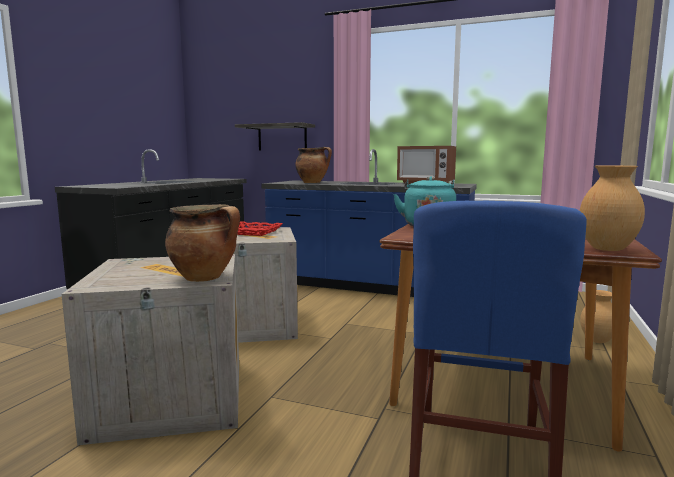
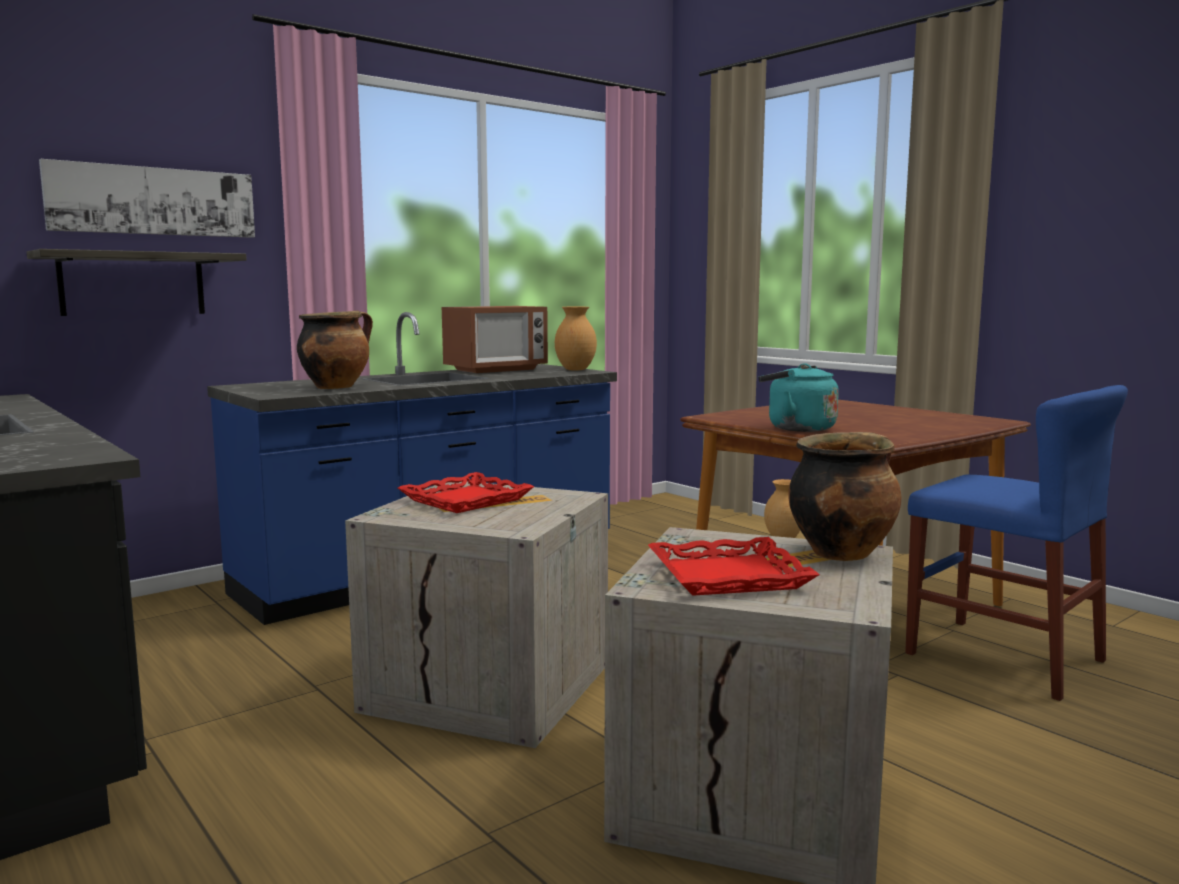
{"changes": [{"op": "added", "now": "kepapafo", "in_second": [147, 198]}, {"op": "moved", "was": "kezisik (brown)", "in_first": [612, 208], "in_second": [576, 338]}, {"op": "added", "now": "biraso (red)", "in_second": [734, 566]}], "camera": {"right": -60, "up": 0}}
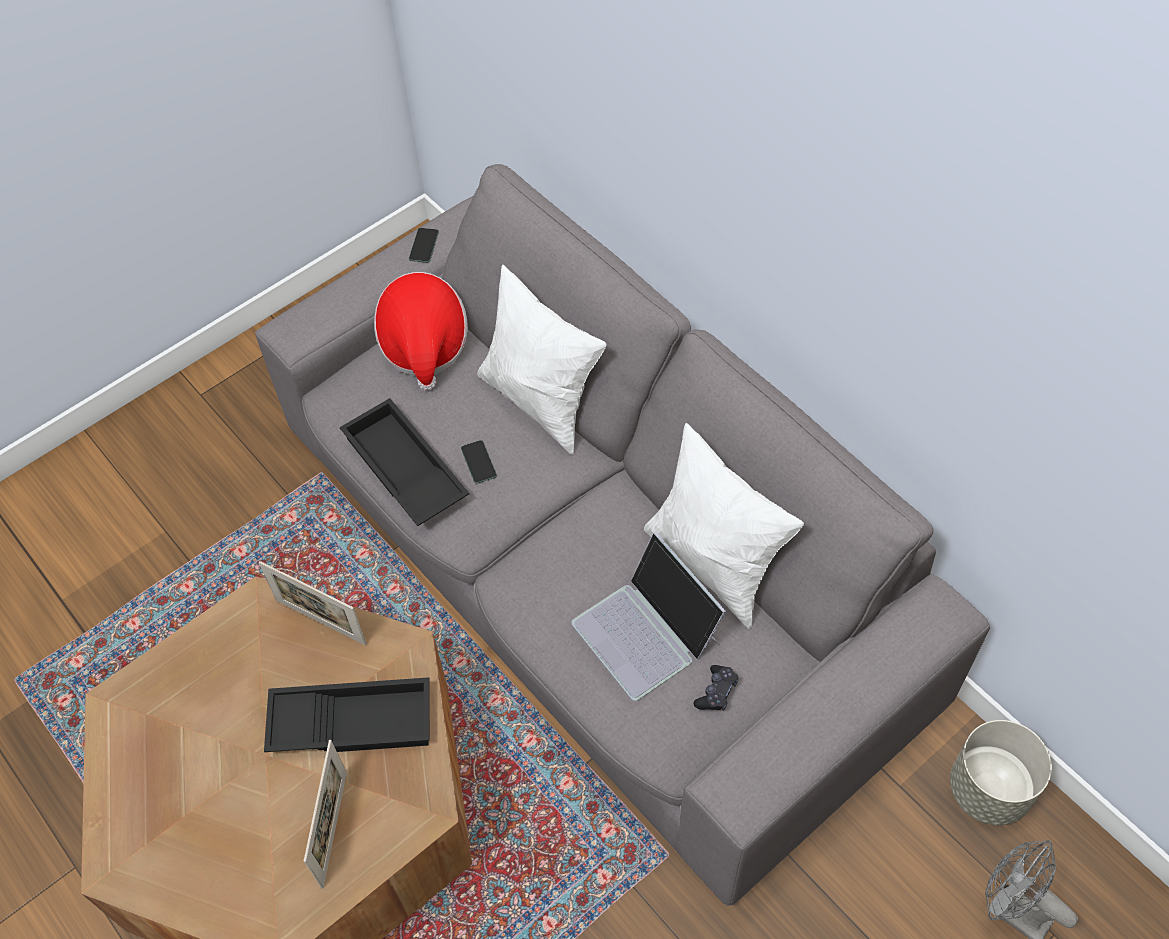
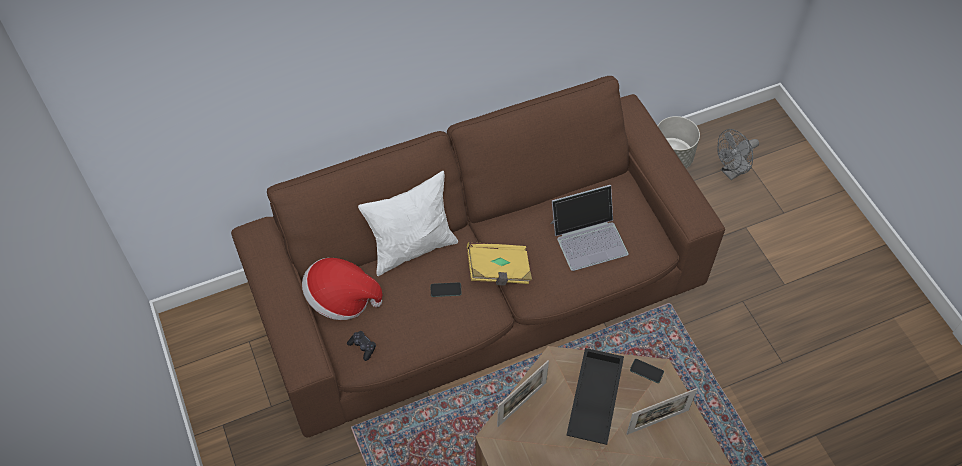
{"changes": [{"op": "recoloured", "was": "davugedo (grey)", "now": "davugedo (brown)", "in_first": [622, 535], "in_second": [478, 256]}, {"op": "moved", "was": "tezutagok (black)", "in_first": [716, 688], "in_second": [361, 346]}, {"op": "added", "now": "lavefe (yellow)", "in_second": [499, 264]}, {"op": "turned", "was": "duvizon", "in_first": [325, 814], "in_second": [661, 411], "clockwise": 135}, {"op": "moved", "was": "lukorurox", "in_first": [424, 245], "in_second": [647, 371]}, {"op": "removed", "was": "biraso (black)", "in_first": [404, 462]}, {"op": "removed", "was": "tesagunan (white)", "in_first": [724, 526]}], "camera": {"right": -75, "up": 0}}
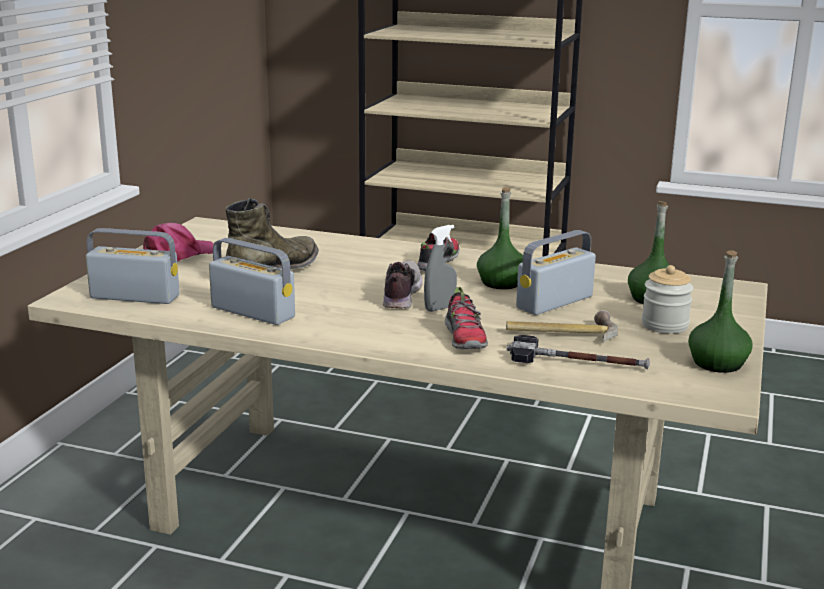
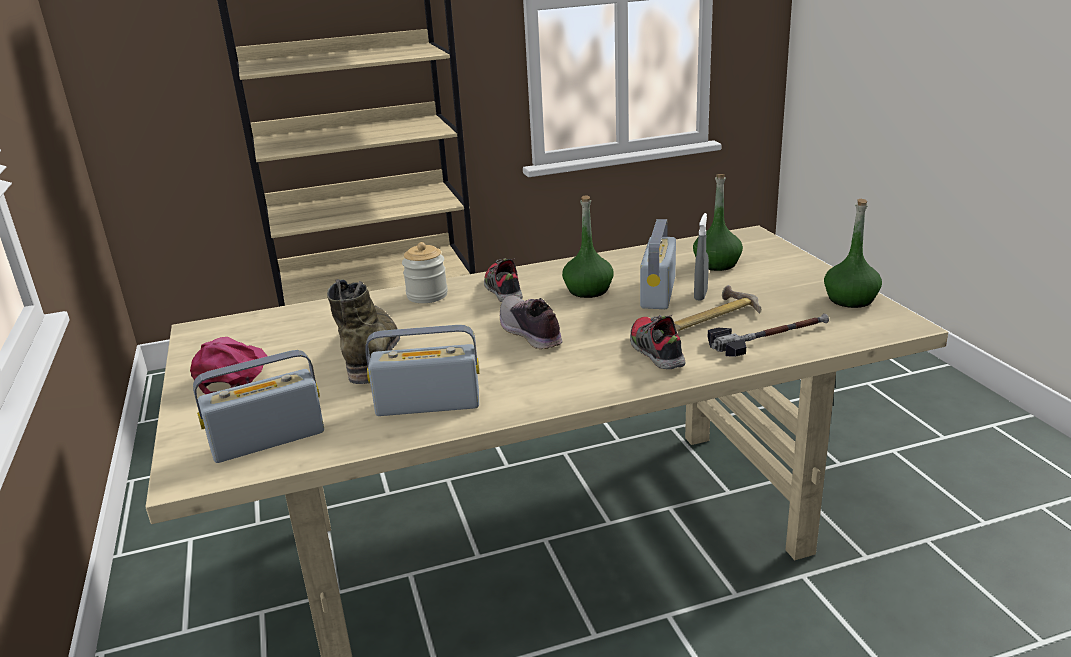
{"changes": [{"op": "moved", "was": "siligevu", "in_first": [667, 299], "in_second": [425, 272]}, {"op": "turned", "was": "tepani", "in_first": [466, 318], "in_second": [658, 342], "clockwise": -150}, {"op": "moved", "was": "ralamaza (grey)", "in_first": [440, 268], "in_second": [701, 257]}], "camera": {"right": -35, "up": 5}}
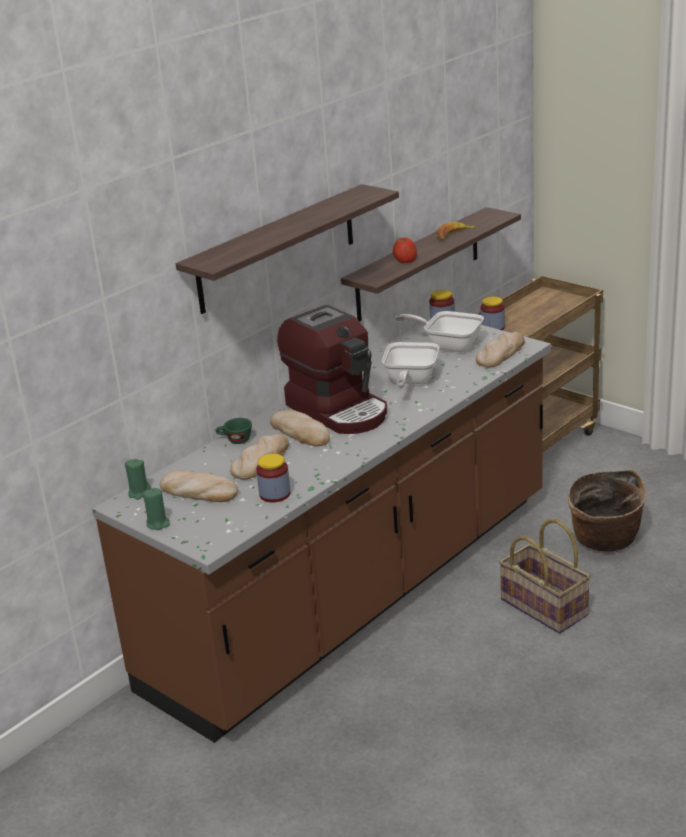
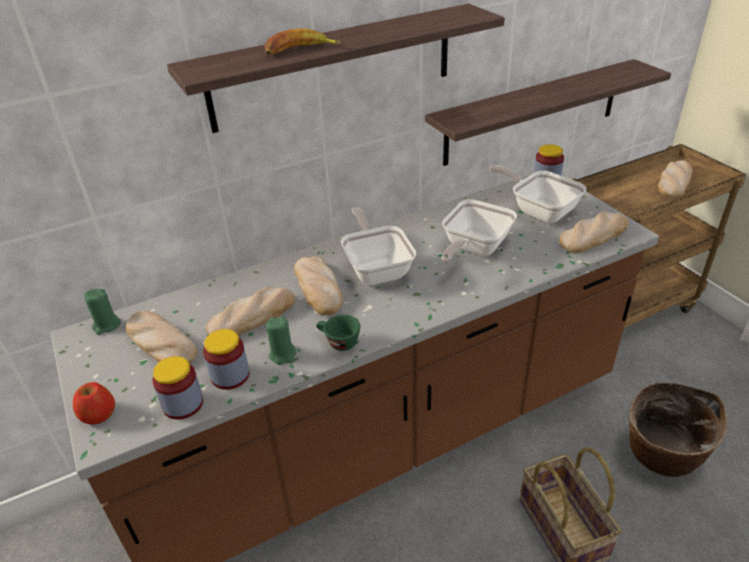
{"changes": [{"op": "moved", "was": "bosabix", "in_first": [405, 250], "in_second": [94, 403]}, {"op": "moved", "was": "siligevu", "in_first": [493, 313], "in_second": [177, 387]}, {"op": "moved", "was": "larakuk", "in_first": [457, 231], "in_second": [302, 41]}, {"op": "moved", "was": "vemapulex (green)", "in_first": [156, 509], "in_second": [281, 340]}, {"op": "moved", "was": "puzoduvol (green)", "in_first": [233, 431], "in_second": [338, 333]}, {"op": "replaced", "was": "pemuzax", "now": "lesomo", "in_first": [332, 369], "in_second": [379, 246]}, {"op": "added", "now": "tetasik", "in_second": [675, 179]}], "camera": {"right": 20, "up": 10}}
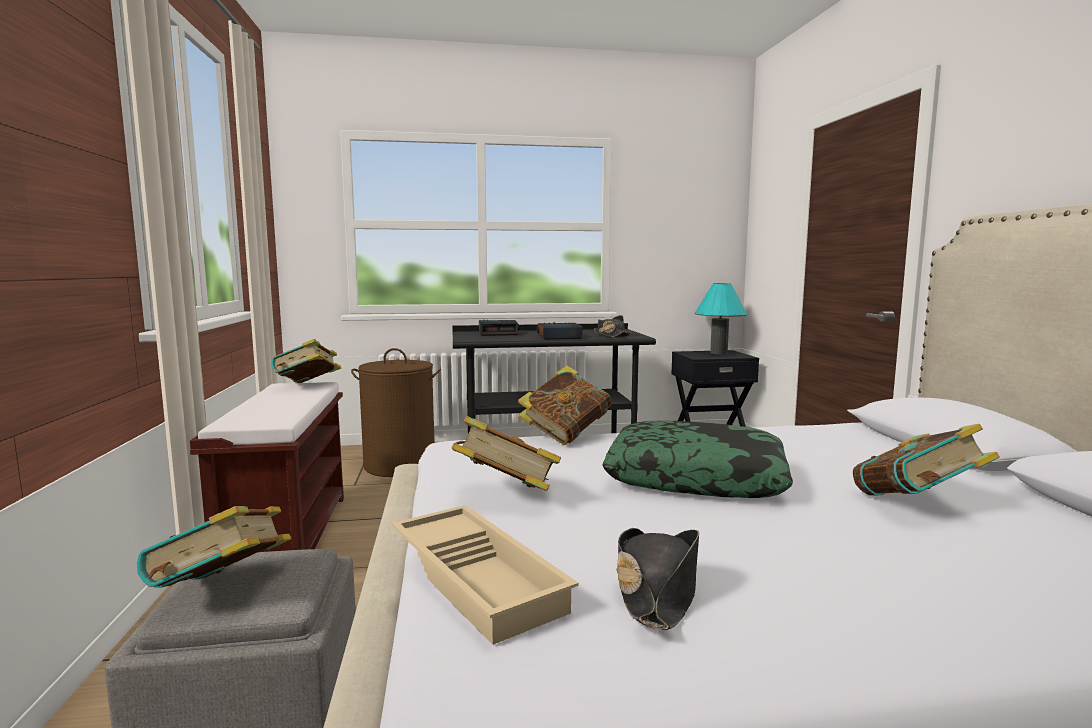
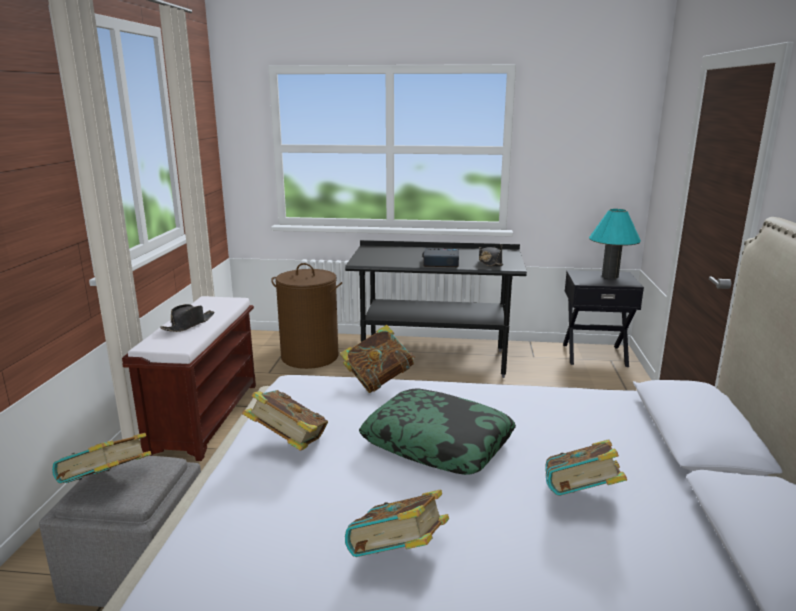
{"changes": [{"op": "moved", "was": "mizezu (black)", "in_first": [658, 579], "in_second": [187, 318]}, {"op": "moved", "was": "lavefe", "in_first": [306, 361], "in_second": [397, 523]}, {"op": "removed", "was": "biraso (beige)", "in_first": [485, 575]}, {"op": "removed", "was": "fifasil", "in_first": [499, 328]}], "camera": {"right": 15, "up": 10}}
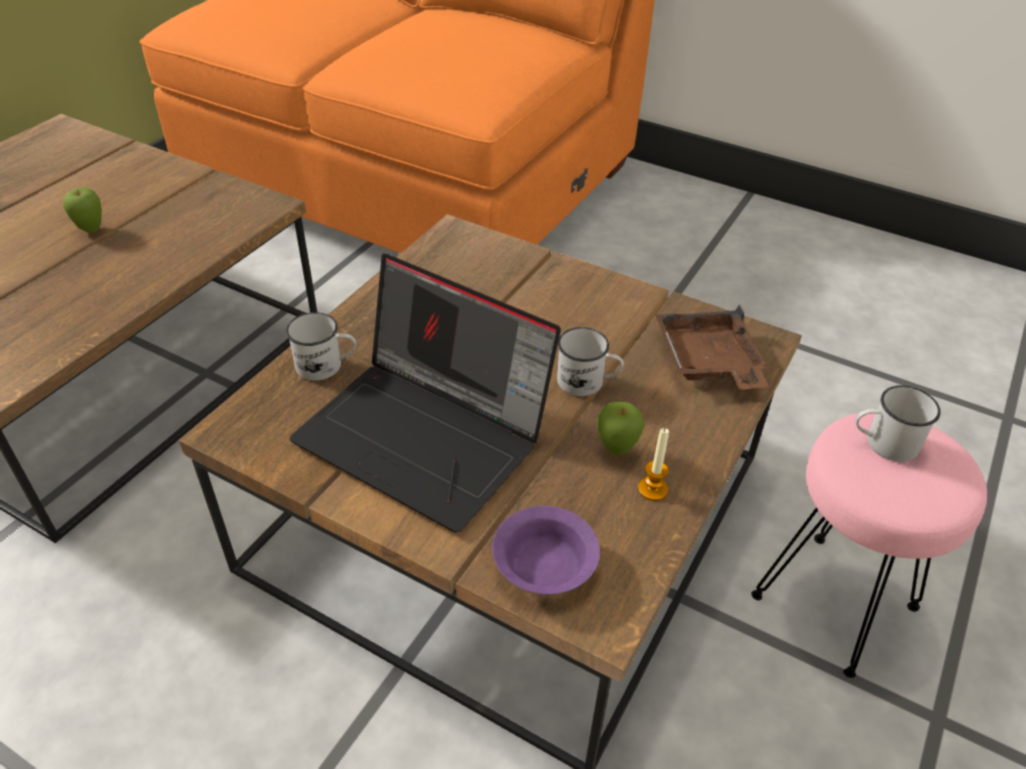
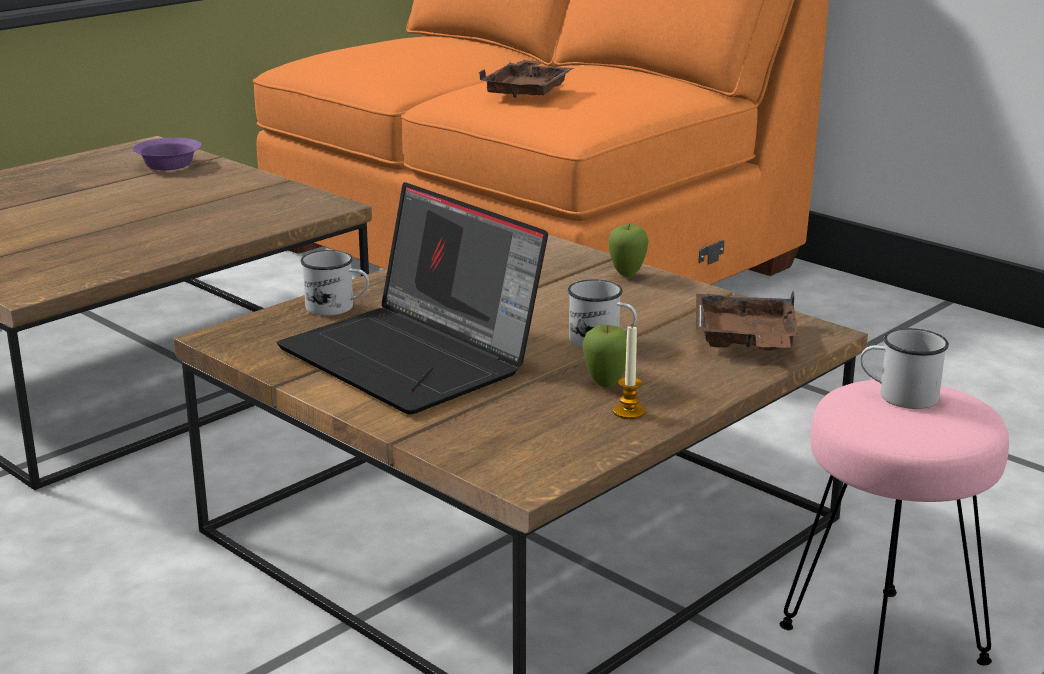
{"changes": [{"op": "moved", "was": "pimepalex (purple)", "in_first": [546, 550], "in_second": [167, 154]}, {"op": "added", "now": "biraso (brown)", "in_second": [526, 79]}, {"op": "moved", "was": "bosabix", "in_first": [82, 210], "in_second": [628, 250]}], "camera": {"right": 15, "up": -20}}
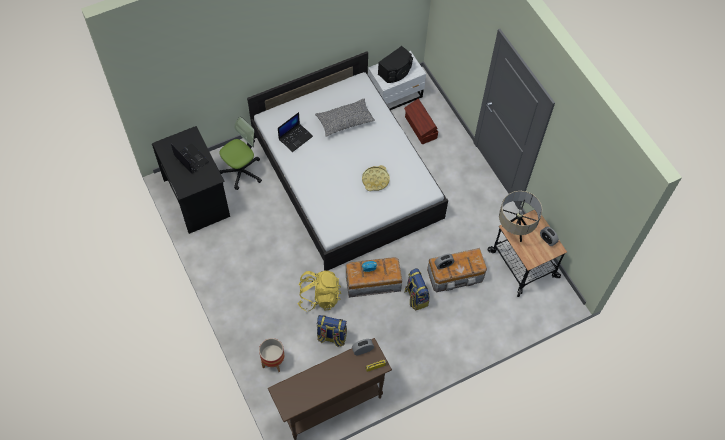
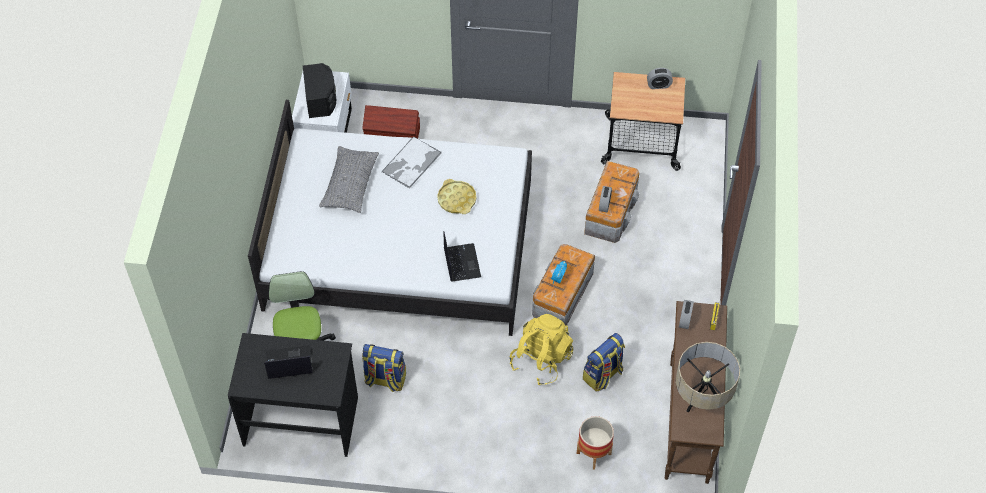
{"changes": [{"op": "moved", "was": "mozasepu", "in_first": [417, 289], "in_second": [384, 368]}, {"op": "added", "now": "biraso", "in_second": [411, 162]}, {"op": "moved", "was": "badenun", "in_first": [295, 132], "in_second": [462, 257]}, {"op": "moved", "was": "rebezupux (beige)", "in_first": [520, 216], "in_second": [708, 377]}], "camera": {"right": -55, "up": -5}}
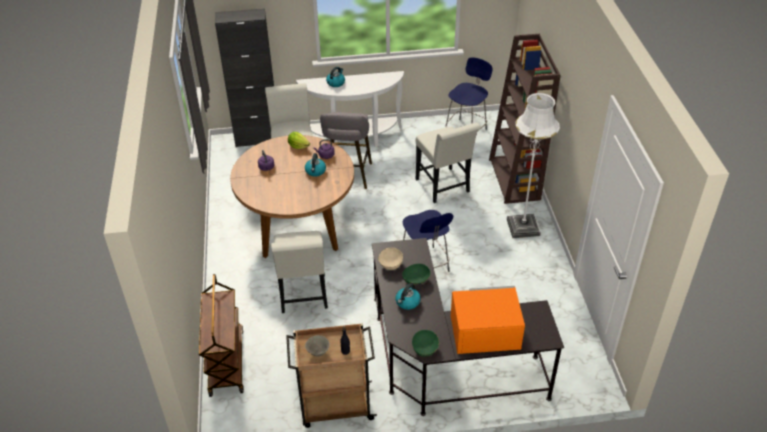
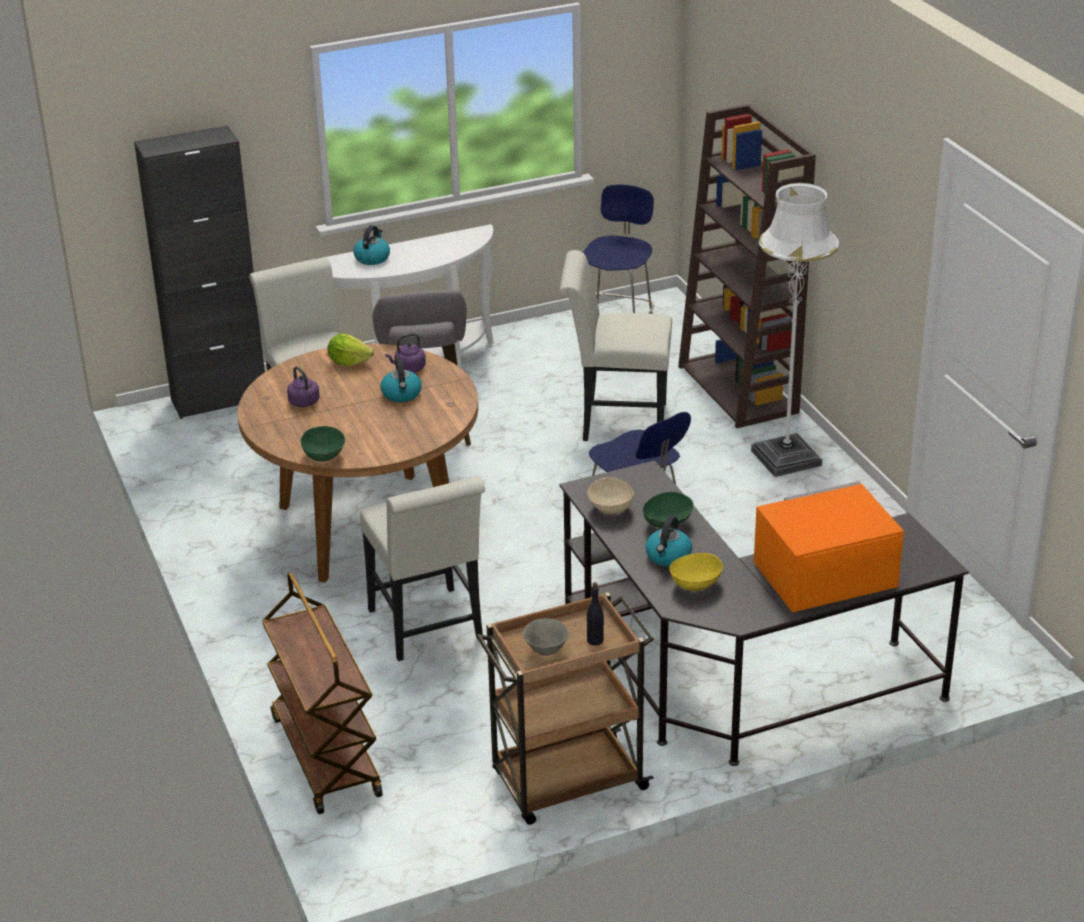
{"changes": [{"op": "moved", "was": "pimepalex (green)", "in_first": [425, 343], "in_second": [323, 444]}, {"op": "turned", "was": "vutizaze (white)", "in_first": [448, 162], "in_second": [616, 345], "clockwise": 135}, {"op": "added", "now": "pimepalex (yellow)", "in_second": [696, 572]}], "camera": {"right": -15, "up": -10}}
